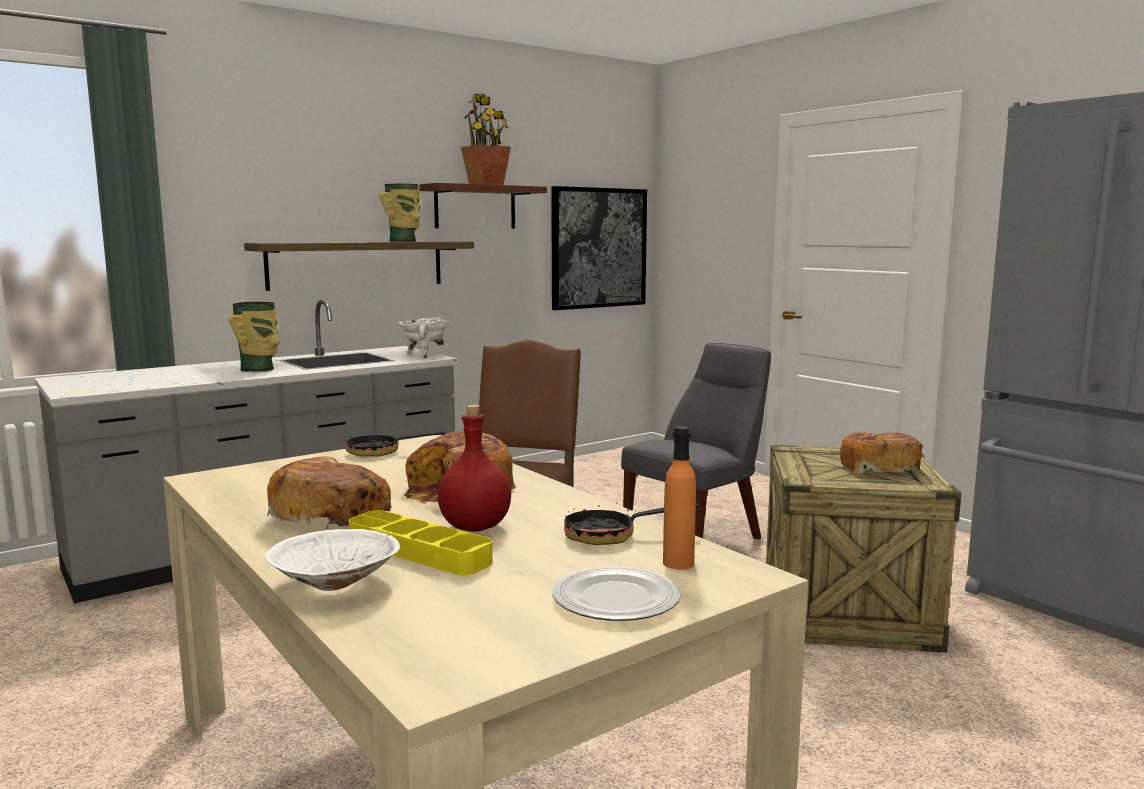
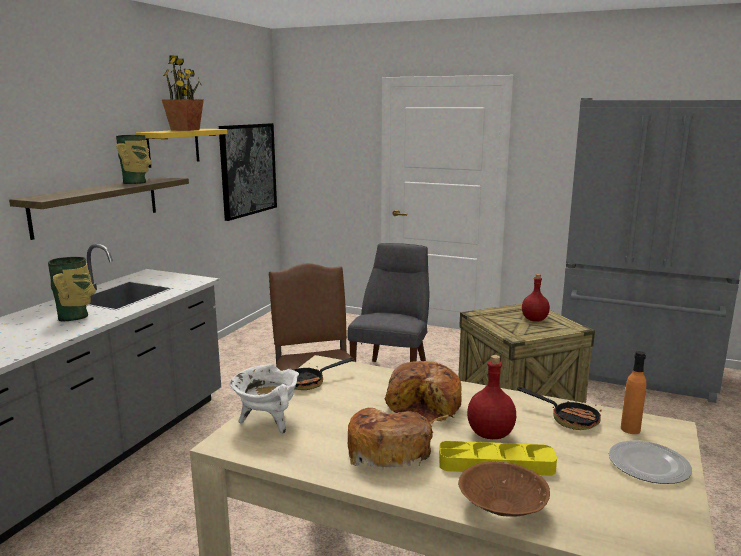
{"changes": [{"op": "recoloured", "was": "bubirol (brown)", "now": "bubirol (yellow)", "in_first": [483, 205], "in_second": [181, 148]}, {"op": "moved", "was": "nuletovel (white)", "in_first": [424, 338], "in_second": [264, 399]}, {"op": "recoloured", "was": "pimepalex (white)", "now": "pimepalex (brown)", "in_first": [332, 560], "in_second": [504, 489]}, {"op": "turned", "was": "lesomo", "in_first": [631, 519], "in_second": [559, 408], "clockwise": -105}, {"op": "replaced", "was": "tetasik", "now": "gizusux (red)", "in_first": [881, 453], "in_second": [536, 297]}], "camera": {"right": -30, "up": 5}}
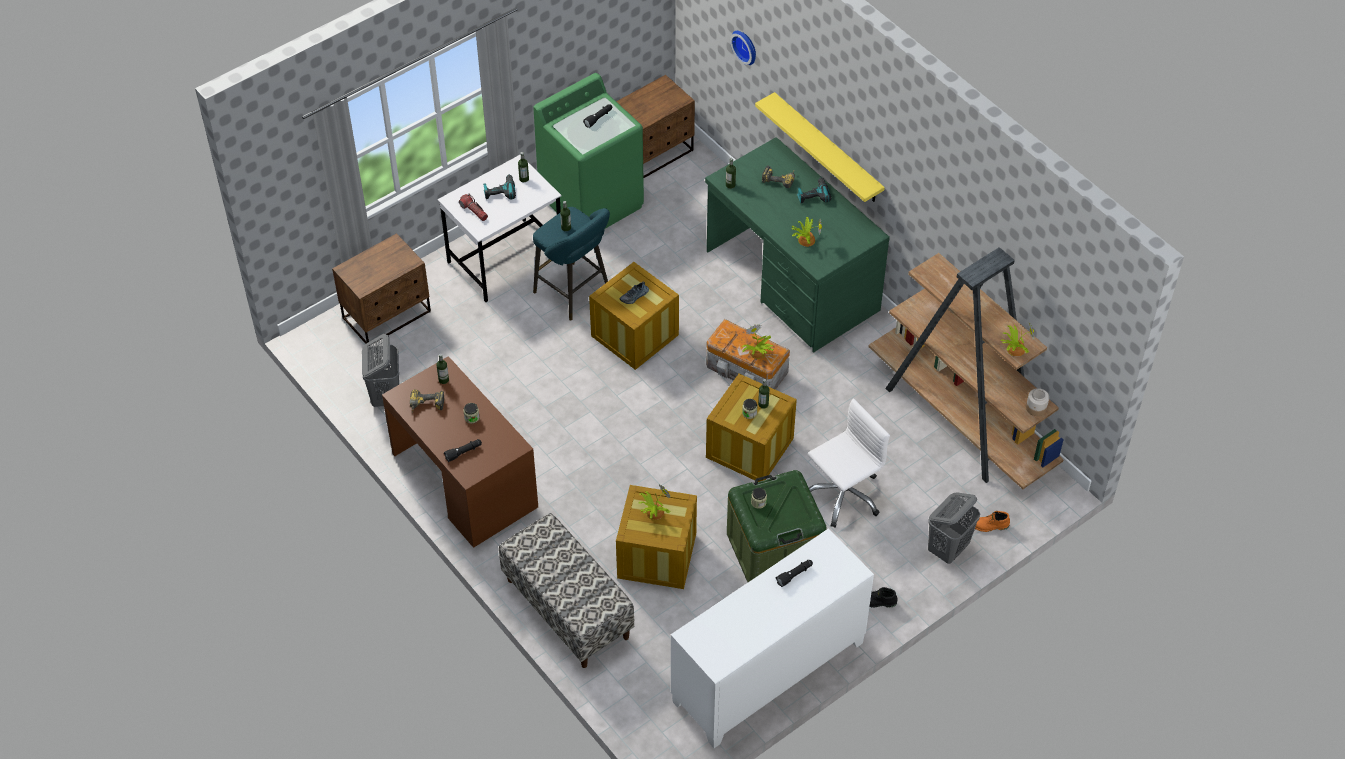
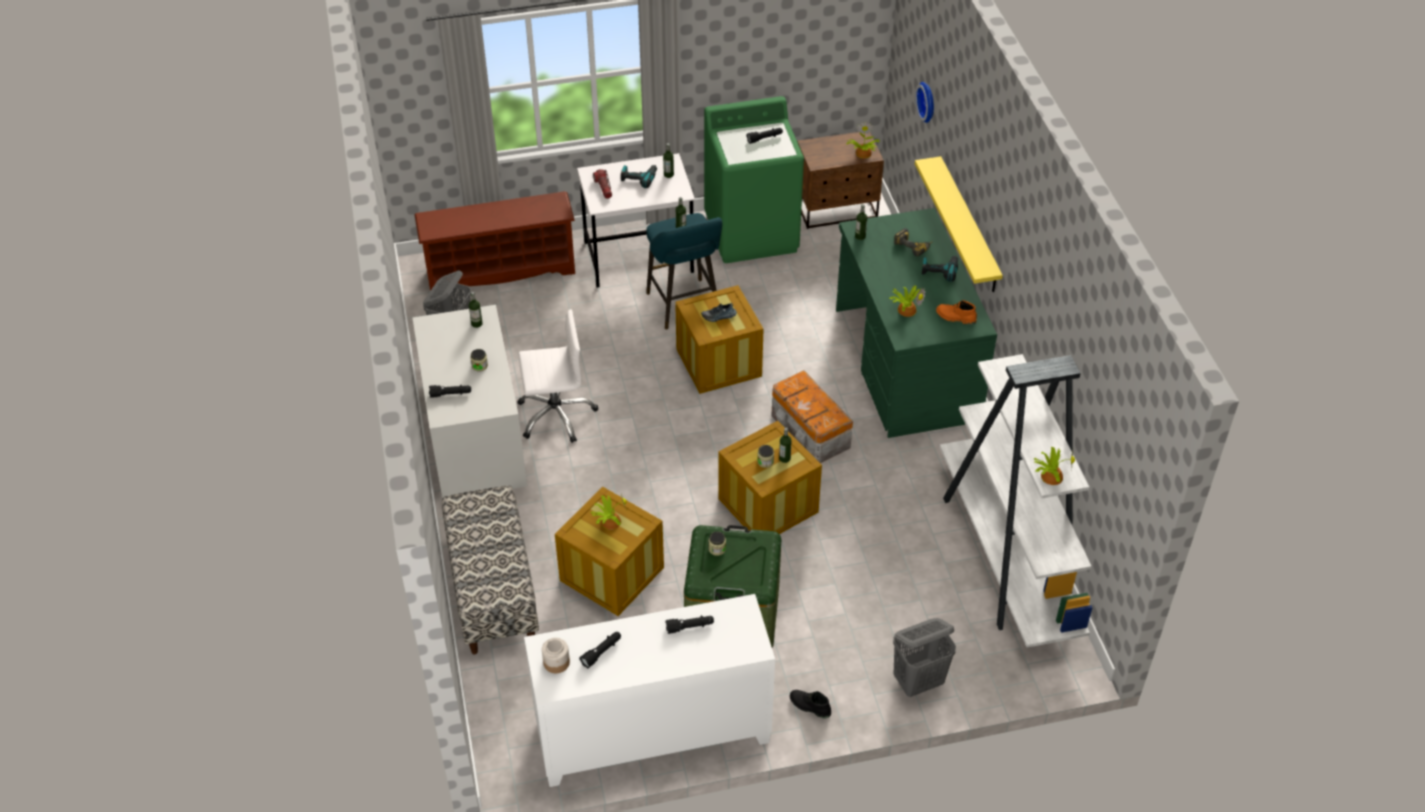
{"changes": [{"op": "recoloured", "was": "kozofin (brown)", "now": "kozofin (white)", "in_first": [460, 452], "in_second": [469, 402]}, {"op": "replaced", "was": "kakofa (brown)", "now": "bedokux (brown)", "in_first": [381, 288], "in_second": [494, 241]}, {"op": "moved", "was": "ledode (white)", "in_first": [849, 463], "in_second": [557, 376]}, {"op": "moved", "was": "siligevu", "in_first": [1037, 402], "in_second": [556, 655]}, {"op": "added", "now": "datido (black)", "in_second": [600, 650]}, {"op": "moved", "was": "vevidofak", "in_first": [758, 341], "in_second": [863, 140]}, {"op": "moved", "was": "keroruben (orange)", "in_first": [992, 521], "in_second": [956, 312]}, {"op": "recoloured", "was": "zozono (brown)", "now": "zozono (white)", "in_first": [966, 368], "in_second": [1016, 500]}, {"op": "removed", "was": "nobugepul", "in_first": [427, 401]}], "camera": {"right": 25, "up": -5}}
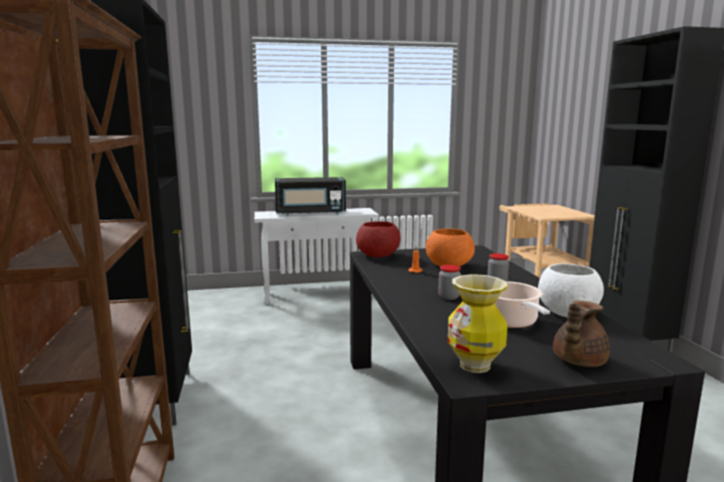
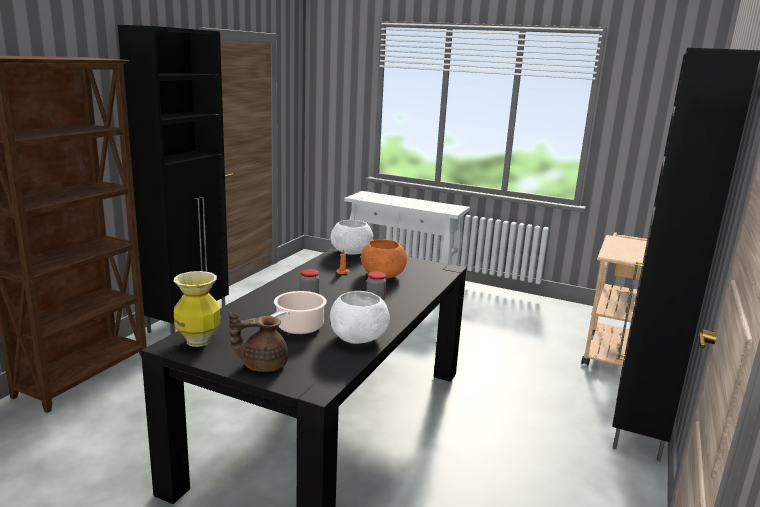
{"changes": [{"op": "recoloured", "was": "pimepalex (red)", "now": "pimepalex (white)", "in_first": [378, 239], "in_second": [352, 237]}, {"op": "removed", "was": "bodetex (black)", "in_first": [310, 196]}], "camera": {"right": 35, "up": 5}}
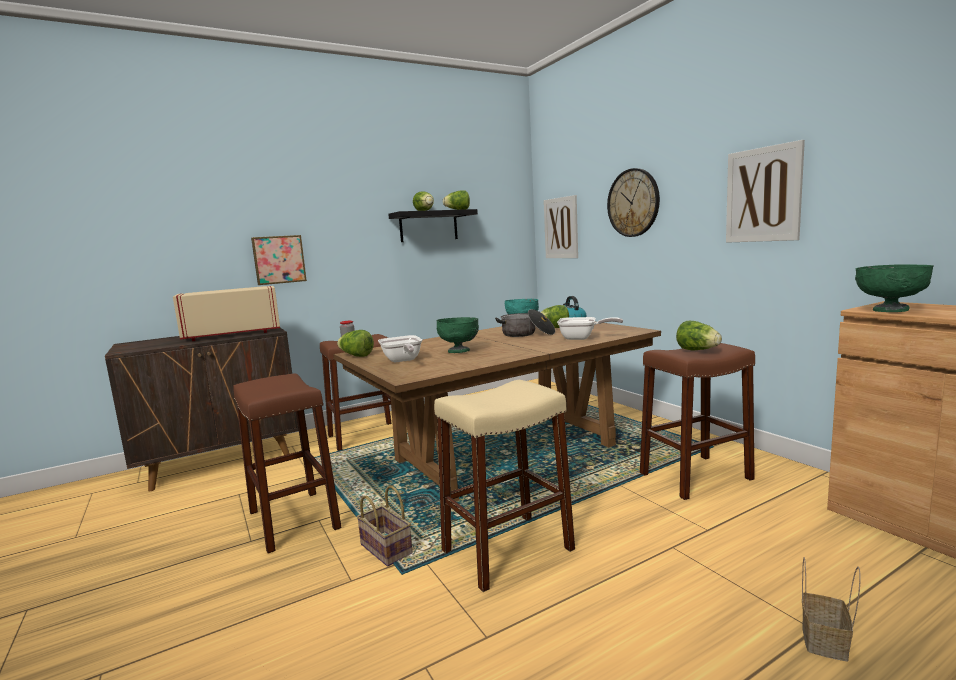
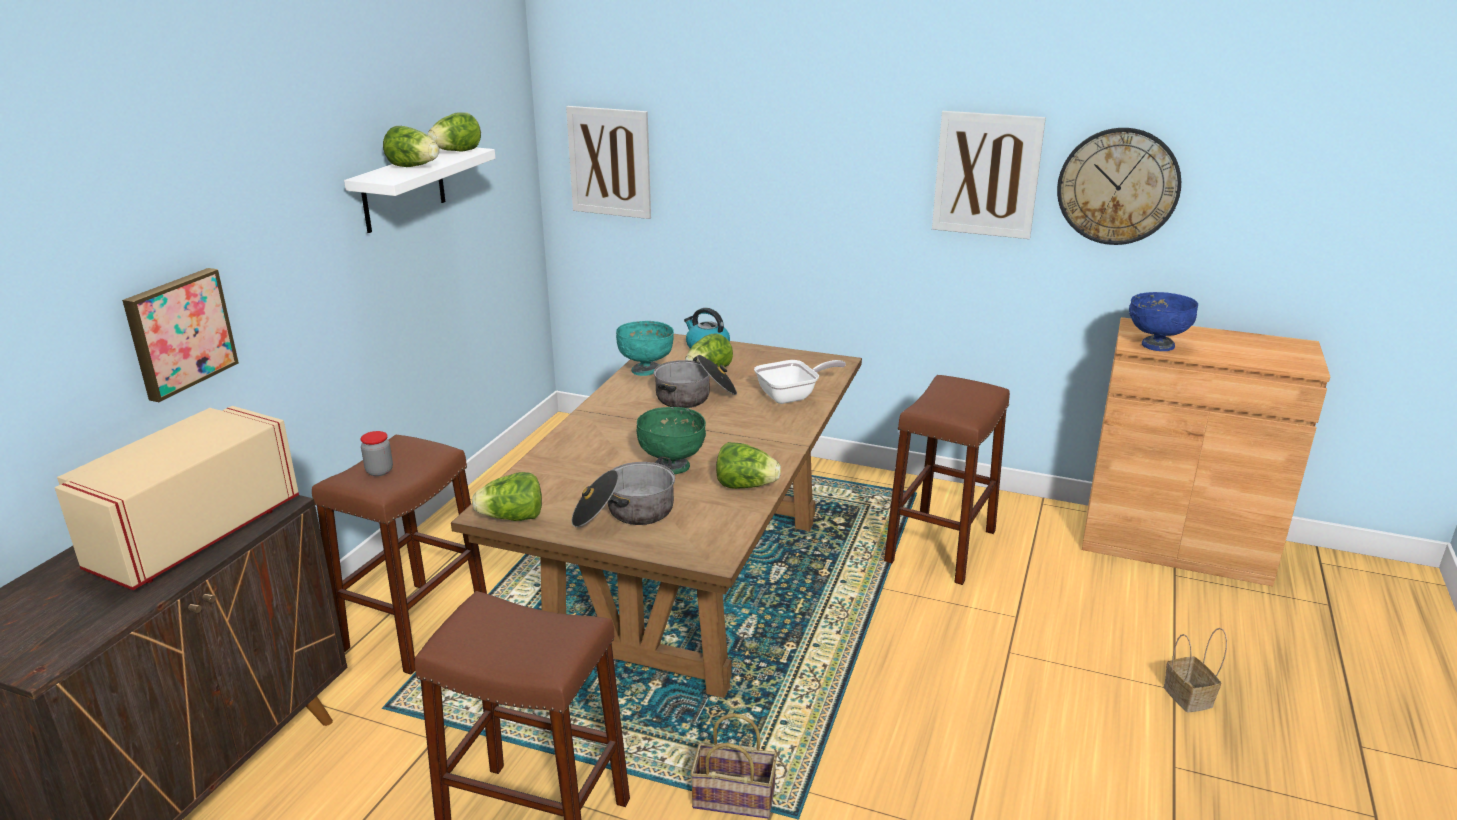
{"changes": [{"op": "recoloured", "was": "bubirol (black)", "now": "bubirol (white)", "in_first": [433, 225], "in_second": [419, 190]}, {"op": "replaced", "was": "lesomo", "now": "nuletovel", "in_first": [400, 348], "in_second": [623, 491]}, {"op": "moved", "was": "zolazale", "in_first": [699, 335], "in_second": [748, 465]}, {"op": "moved", "was": "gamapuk", "in_first": [633, 202], "in_second": [1119, 186]}, {"op": "recoloured", "was": "pimepalex (green)", "now": "pimepalex (blue)", "in_first": [894, 288], "in_second": [1163, 321]}, {"op": "removed", "was": "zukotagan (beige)", "in_first": [504, 486]}], "camera": {"right": -40, "up": 15}}
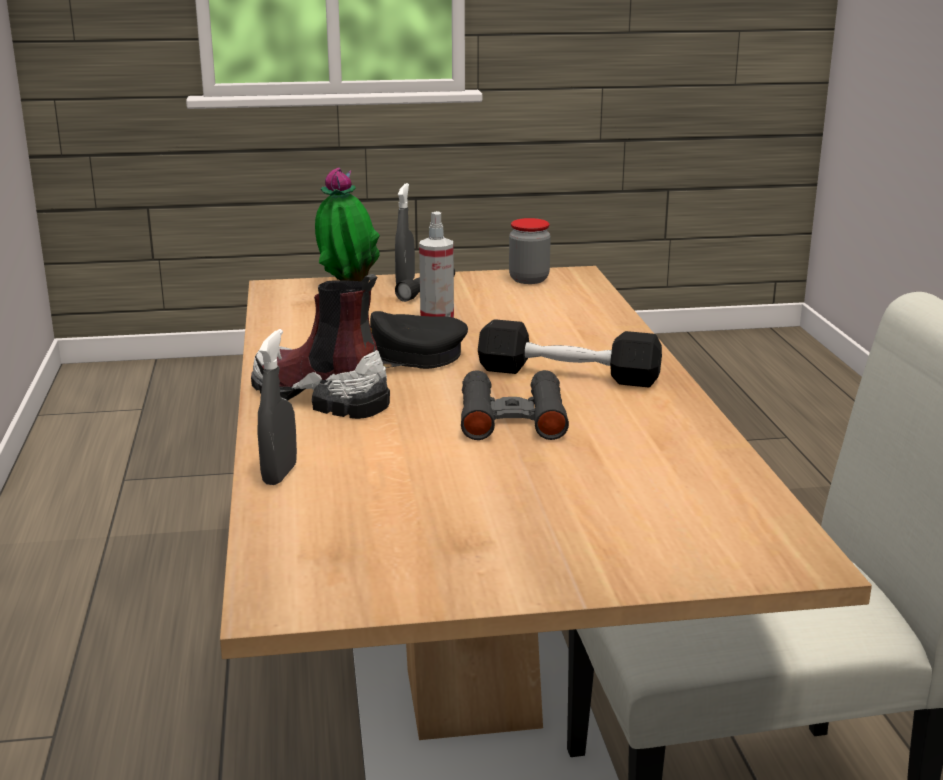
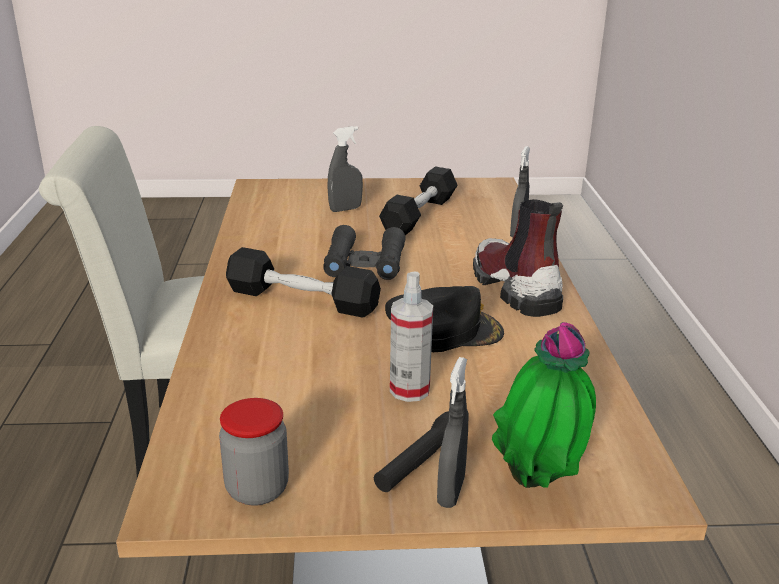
{"changes": [{"op": "added", "now": "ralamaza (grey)", "in_second": [345, 169]}, {"op": "added", "now": "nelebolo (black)", "in_second": [418, 201]}, {"op": "turned", "was": "keroruben", "in_first": [320, 346], "in_second": [518, 258], "clockwise": -150}], "camera": {"right": -175, "up": 5}}
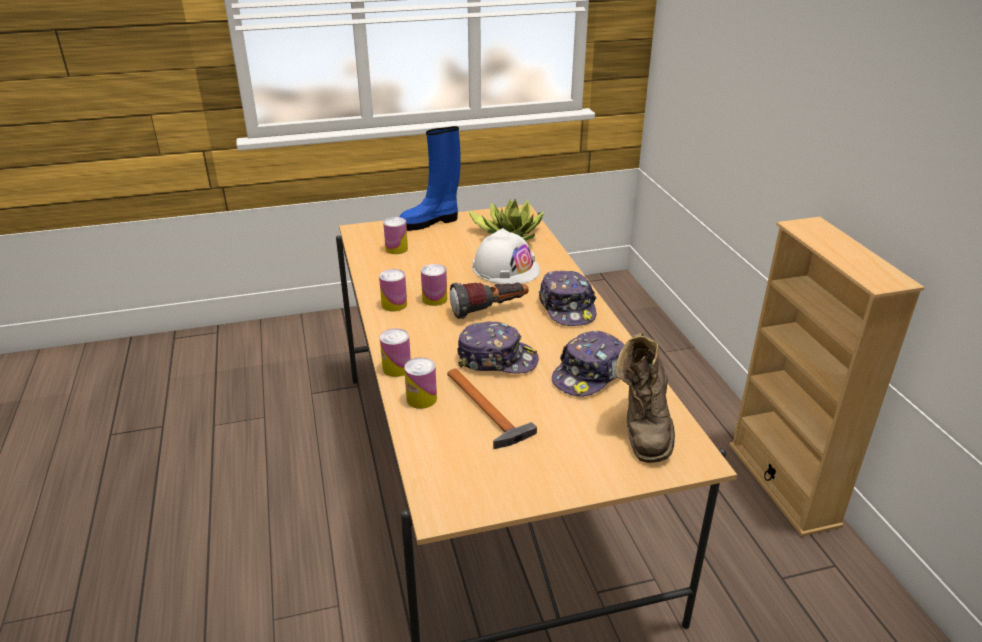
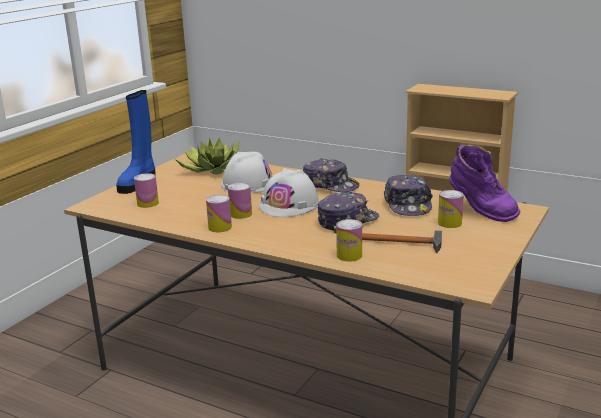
{"changes": [{"op": "replaced", "was": "datido", "now": "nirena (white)", "in_first": [489, 300], "in_second": [289, 192]}, {"op": "moved", "was": "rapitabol", "in_first": [395, 352], "in_second": [451, 209]}, {"op": "recoloured", "was": "keroruben (brown)", "now": "keroruben (purple)", "in_first": [645, 398], "in_second": [484, 183]}], "camera": {"right": -45, "up": -10}}
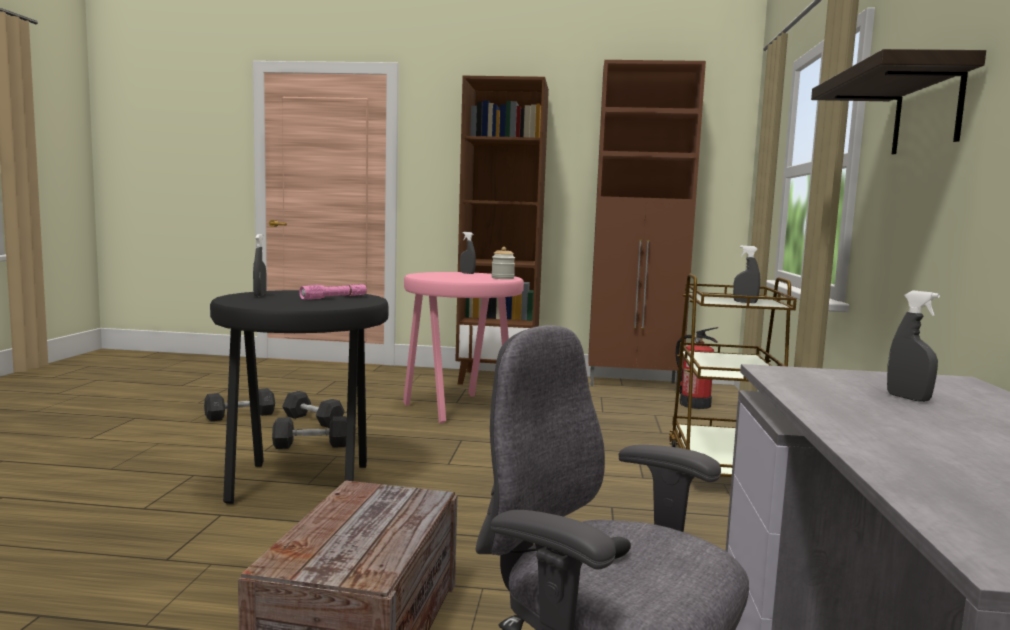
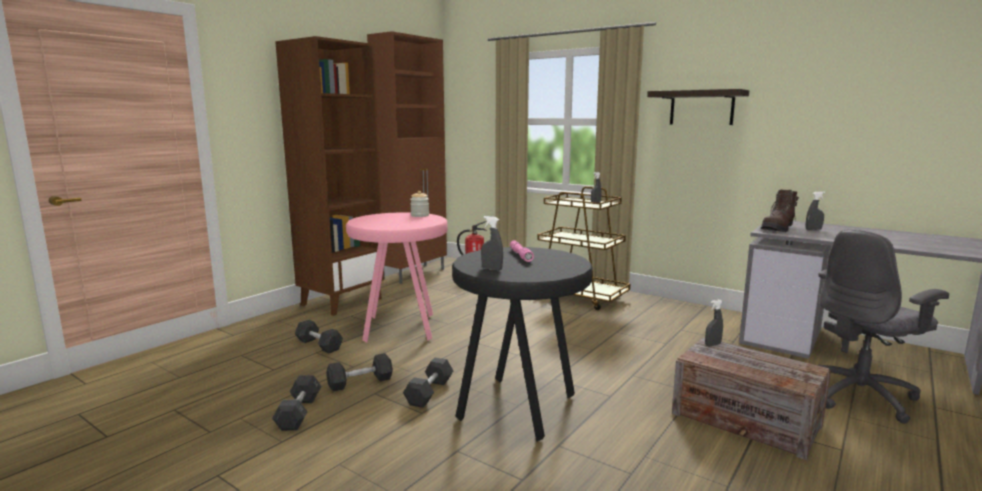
{"changes": [{"op": "added", "now": "nelebolo (grey)", "in_second": [319, 336]}, {"op": "moved", "was": "ralamaza (grey)", "in_first": [468, 253], "in_second": [714, 323]}, {"op": "added", "now": "keroruben (brown)", "in_second": [780, 211]}], "camera": {"right": -60, "up": 5}}
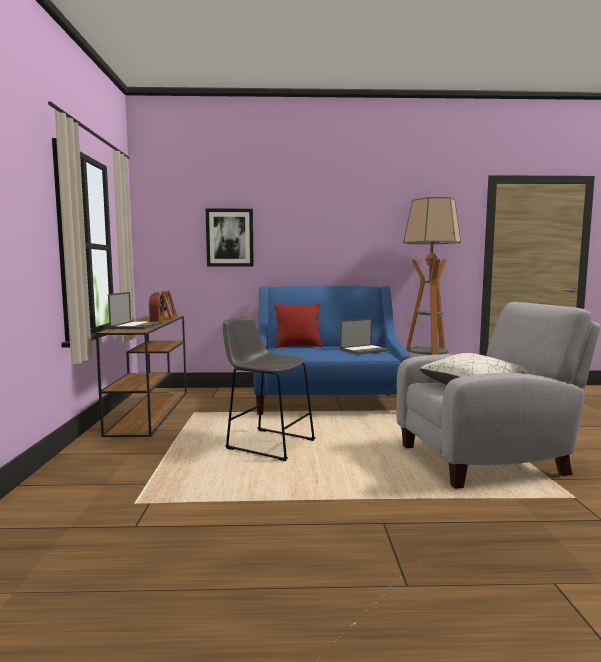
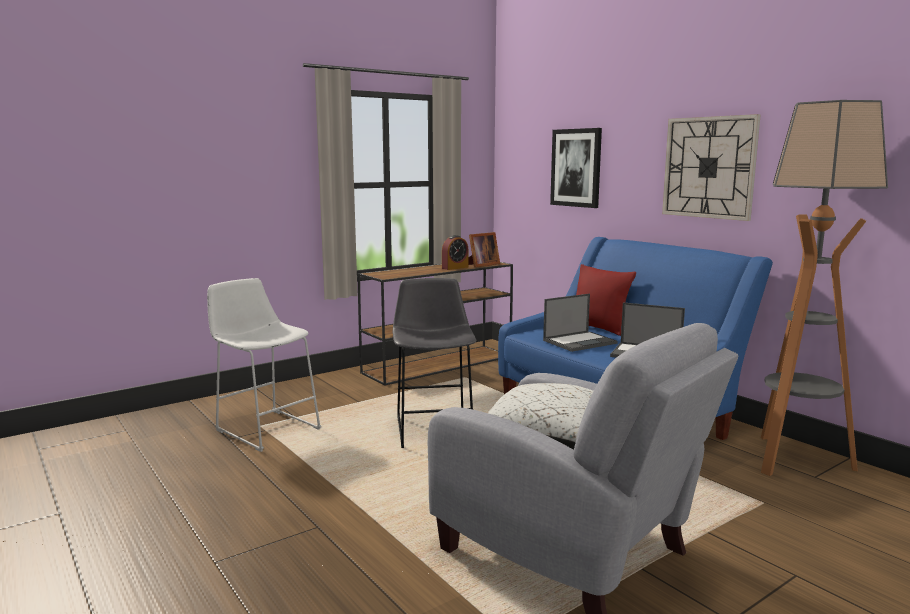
{"changes": [{"op": "added", "now": "zukotagan (white)", "in_second": [264, 365]}, {"op": "moved", "was": "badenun", "in_first": [135, 310], "in_second": [580, 323]}, {"op": "added", "now": "gamapuk", "in_second": [711, 167]}], "camera": {"right": 55, "up": 5}}
